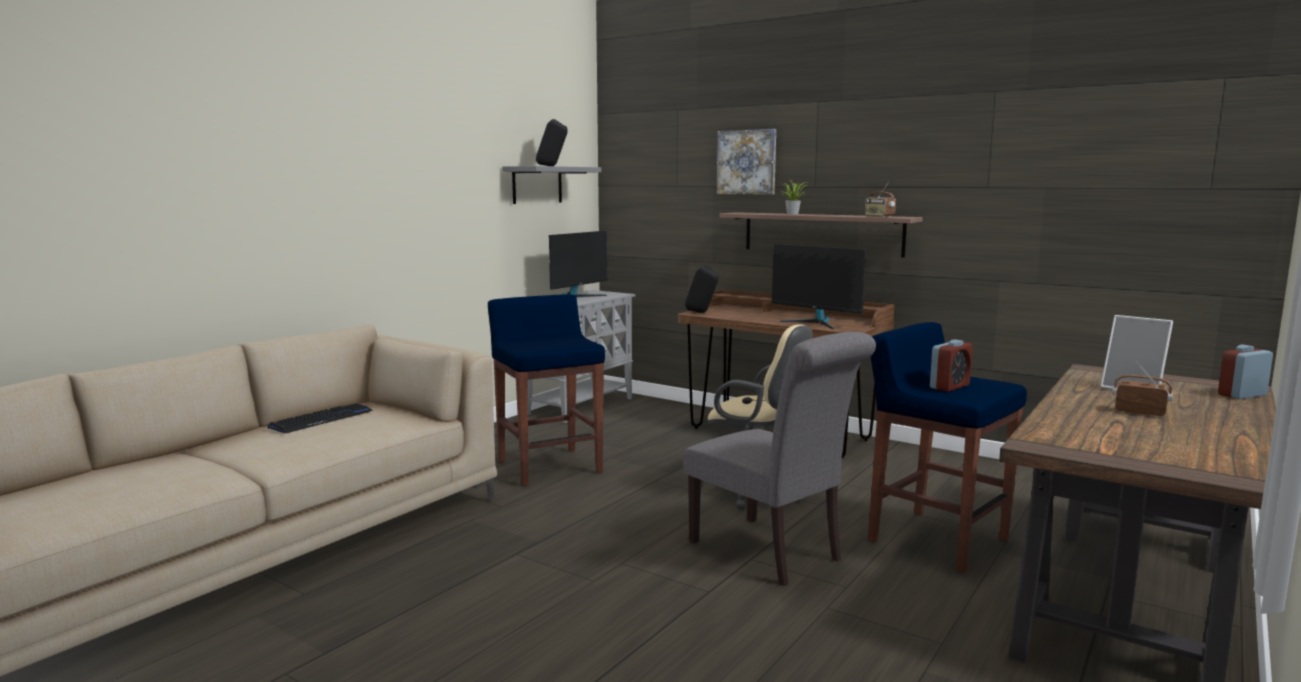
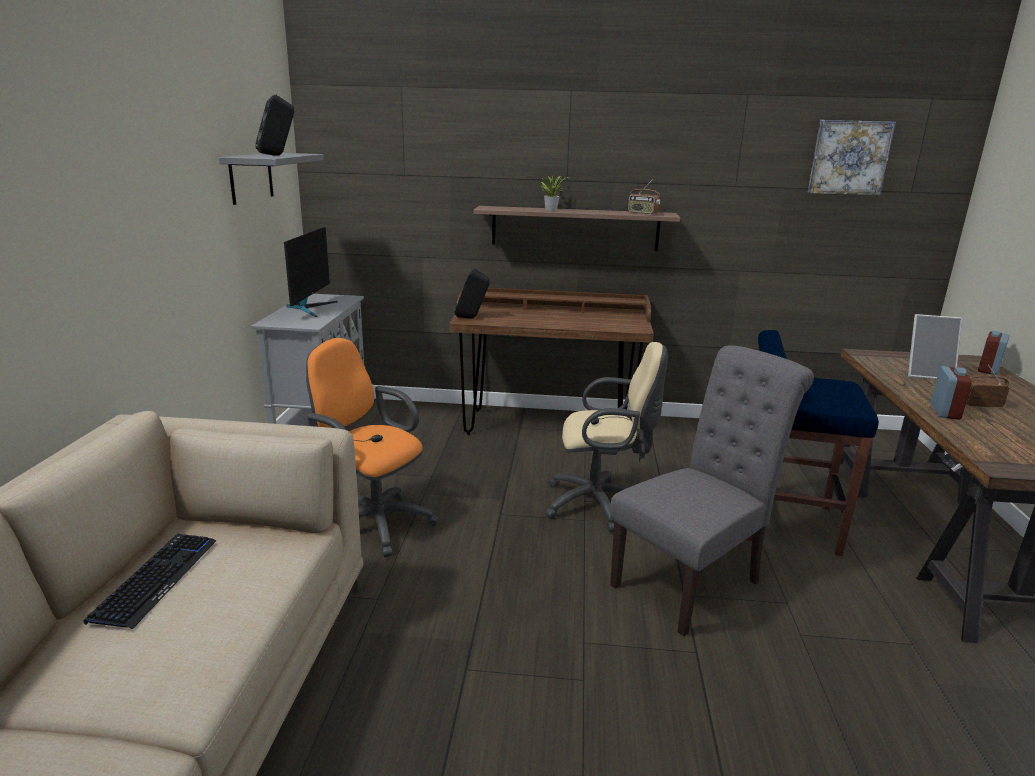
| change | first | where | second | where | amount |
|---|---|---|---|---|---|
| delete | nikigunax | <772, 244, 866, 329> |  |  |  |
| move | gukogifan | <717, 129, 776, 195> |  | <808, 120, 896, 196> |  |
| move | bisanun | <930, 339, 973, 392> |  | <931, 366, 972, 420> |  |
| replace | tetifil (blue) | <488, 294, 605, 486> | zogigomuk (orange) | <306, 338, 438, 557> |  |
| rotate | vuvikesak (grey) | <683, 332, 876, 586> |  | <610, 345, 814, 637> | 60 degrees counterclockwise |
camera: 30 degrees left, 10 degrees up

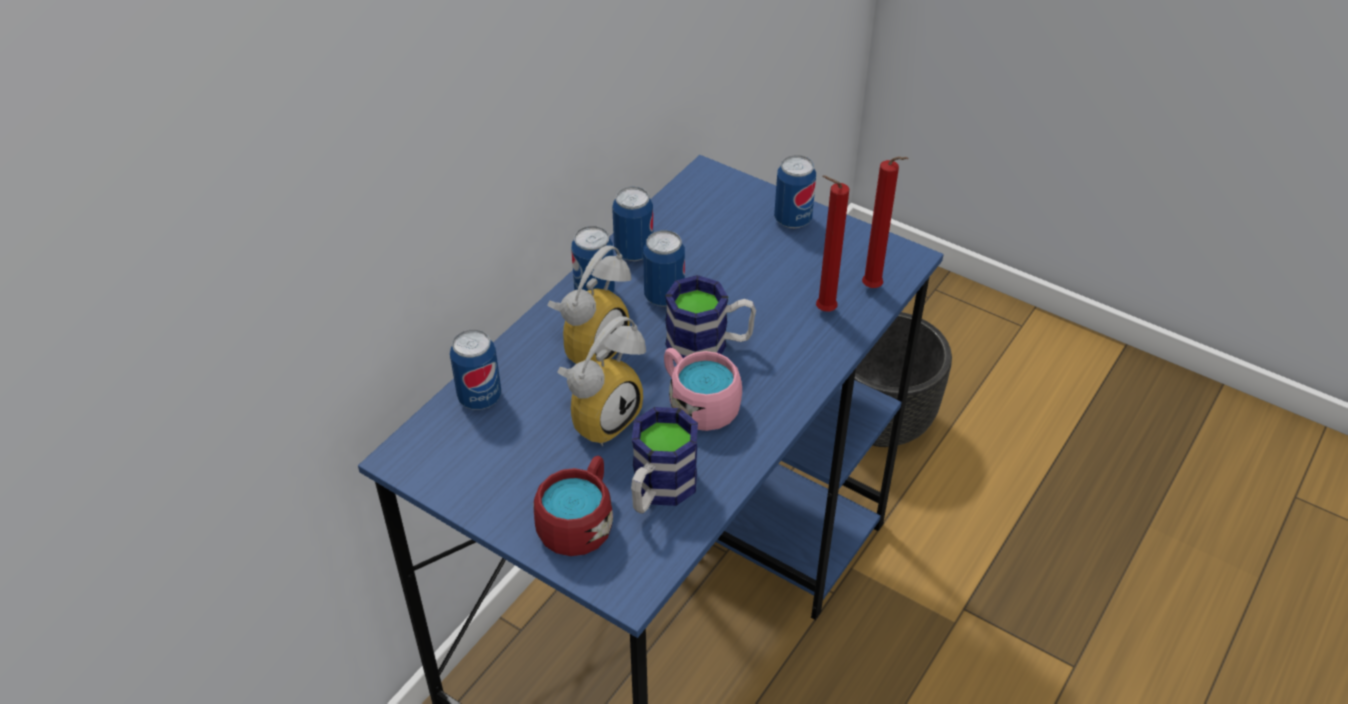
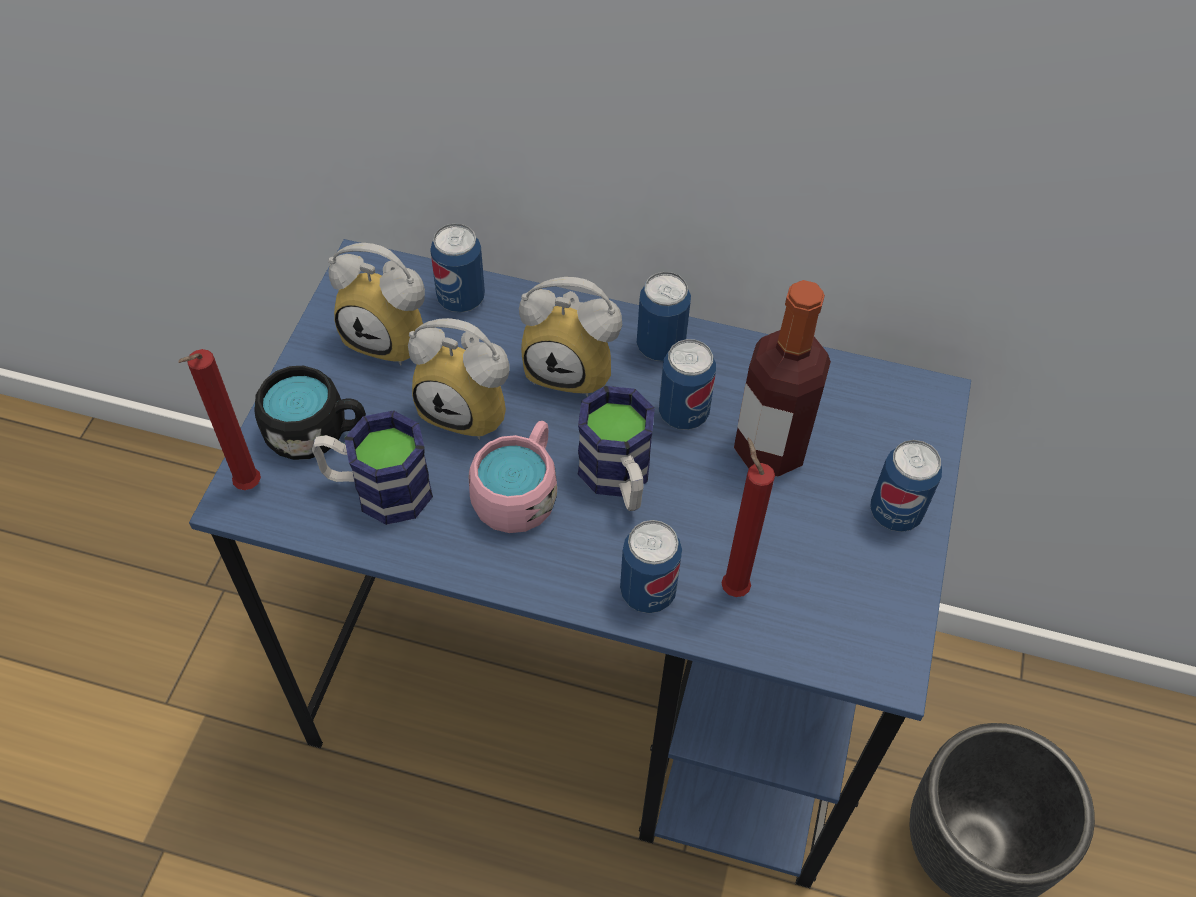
| change | first | where | second | where | amount |
|---|---|---|---|---|---|
| insert |  |  | bisanun | <328, 243, 425, 366> |  |
| insert |  |  | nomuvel | <734, 280, 831, 477> |  |
| move | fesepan | <612, 187, 653, 261> |  | <620, 520, 682, 613> |  |
| move | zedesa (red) | <862, 156, 909, 288> |  | <178, 349, 261, 490> |  |
| recolor | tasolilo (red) | <533, 456, 613, 556> | tasolilo (black) | <255, 366, 366, 460> |  |
camera: 70 degrees right, 10 degrees up

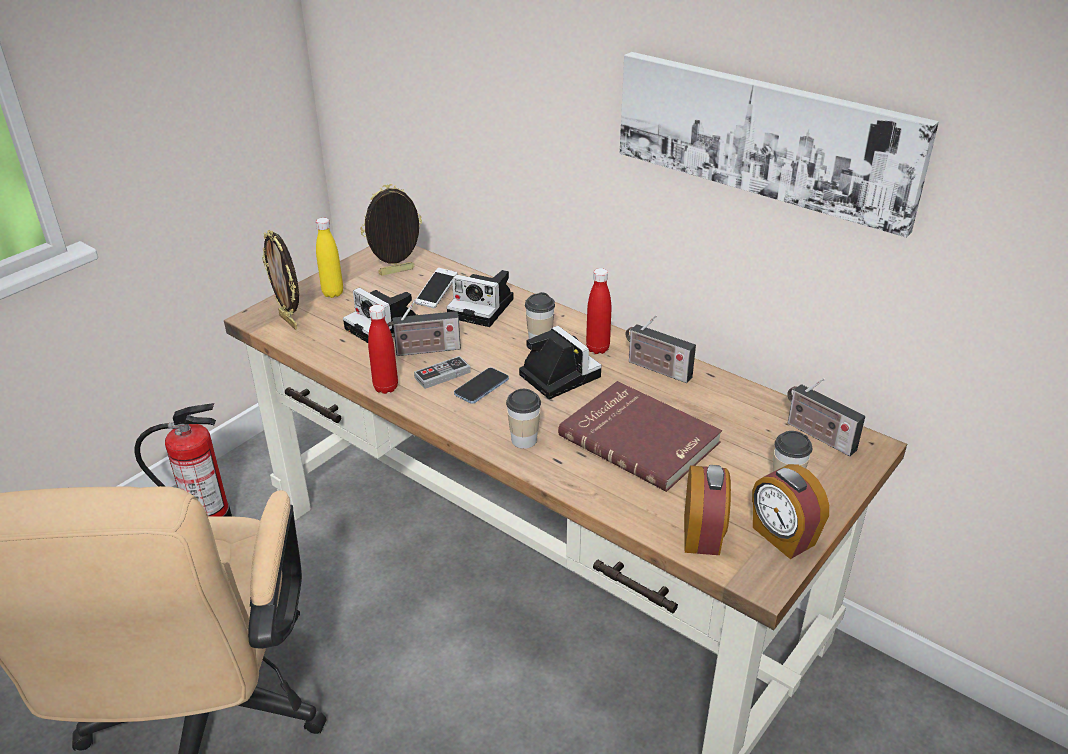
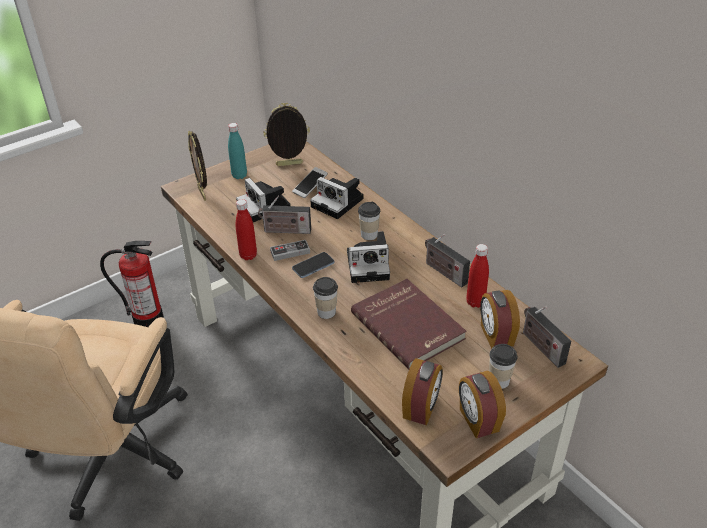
| change | first | where | second | where | amount |
|---|---|---|---|---|---|
| delete | gukogifan | <620, 52, 939, 238> |  |  |  |
| insert |  |  | bisanun | <480, 290, 520, 349> |  |
| move | nomuvel (red) | <586, 268, 611, 354> |  | <466, 244, 489, 308> |  |
| recolor | nomuvel (yellow) | <316, 218, 343, 298> | nomuvel (turquoise) | <228, 123, 247, 179> |  |
| rotate | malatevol | <519, 326, 602, 399> |  | <347, 231, 390, 283> | 105 degrees clockwise |
camera: 15 degrees right, 5 degrees up

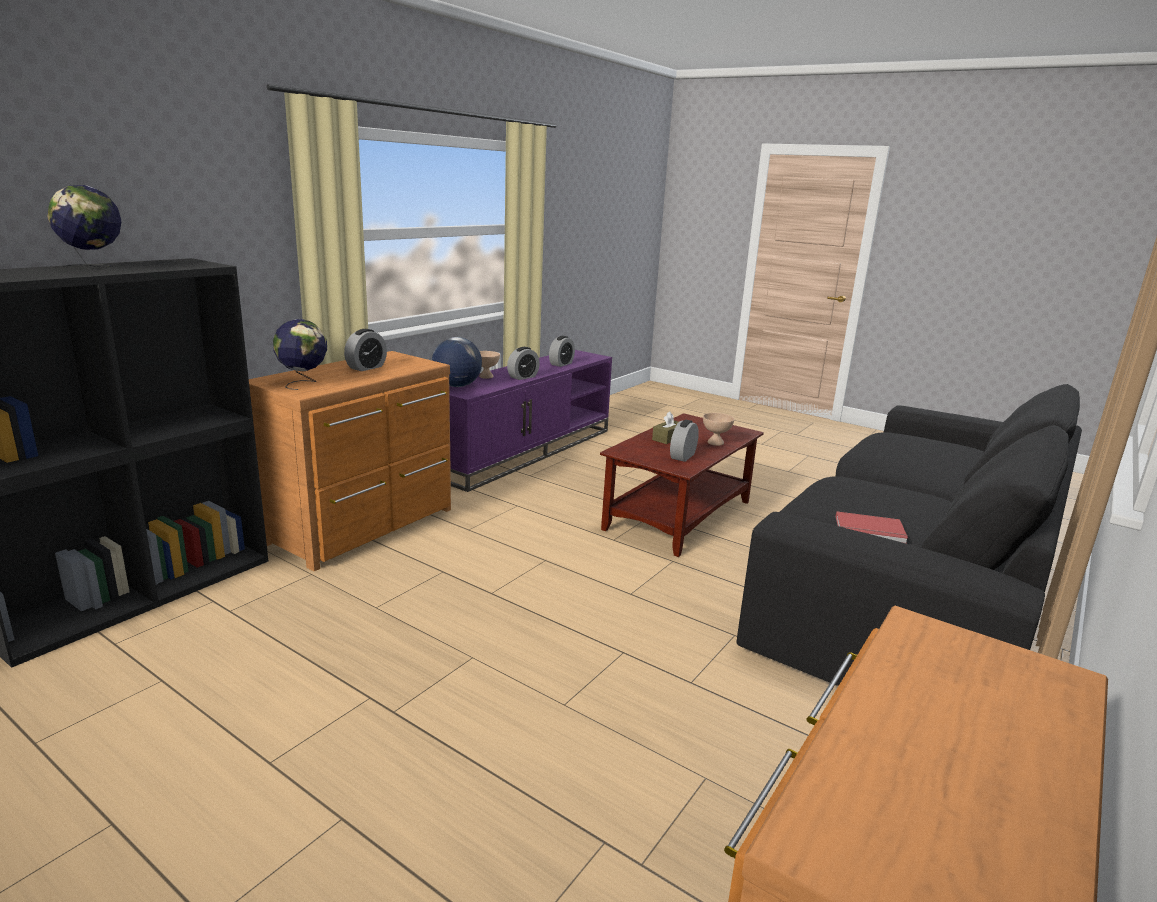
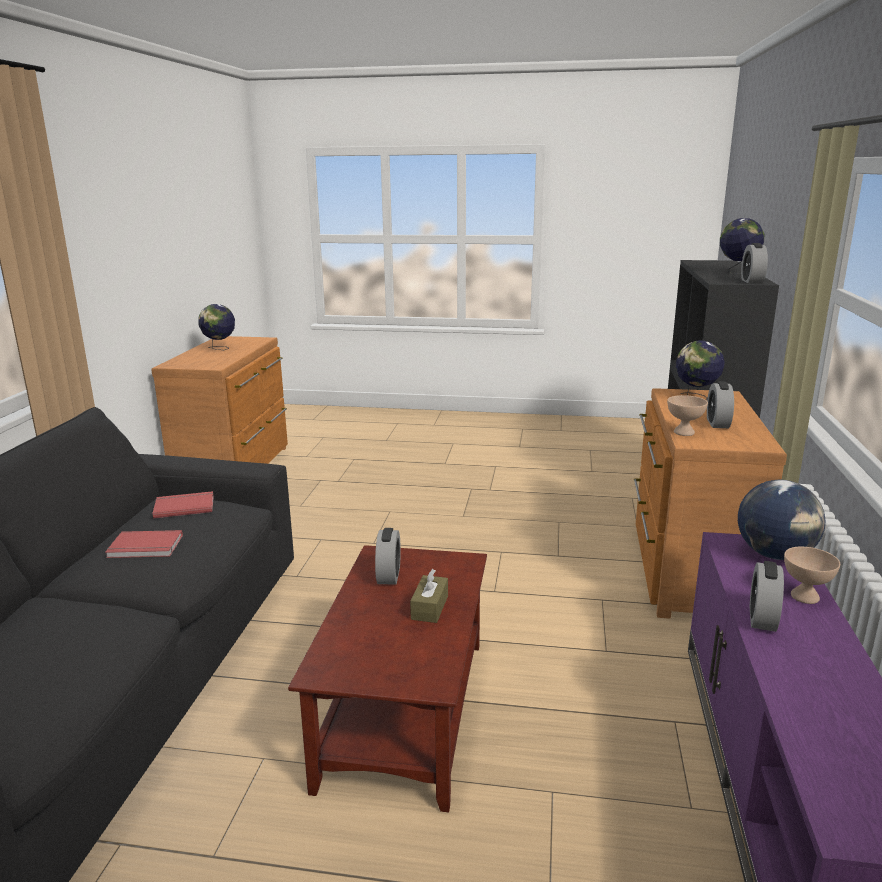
| change | first | where | second | where | amount |
|---|---|---|---|---|---|
| insert |  |  | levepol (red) | <105, 530, 183, 558> |  |
| insert |  |  | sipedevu | <198, 304, 235, 350> |  |
| move | bisanun | <549, 336, 575, 367> |  | <741, 243, 768, 284> |  |
| move | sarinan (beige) | <703, 413, 734, 446> |  | <667, 395, 708, 436> |  |
camera: 155 degrees right, 0 degrees up

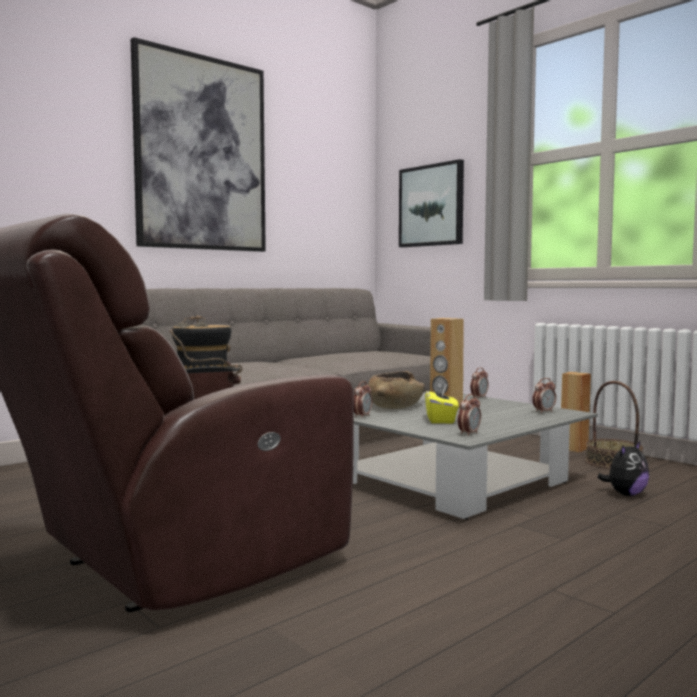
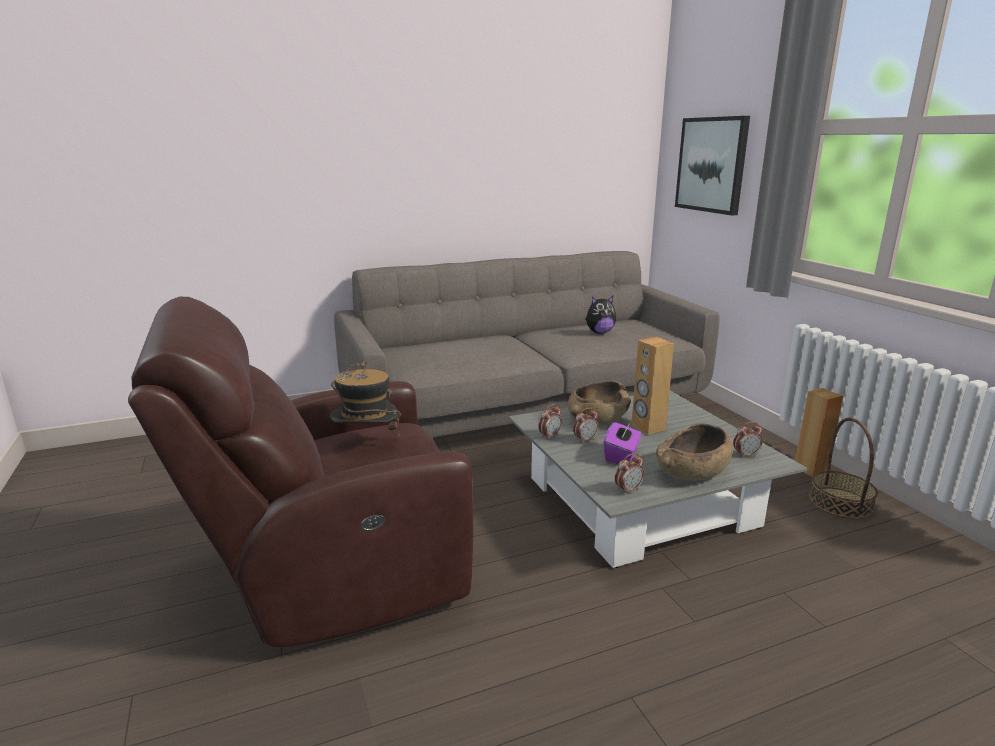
| change | first | where | second | where | amount |
|---|---|---|---|---|---|
| delete | gukogifan | <131, 37, 266, 252> |  |  |  |
| insert |  |  | sarinan (brown) | <656, 423, 733, 481> |  |
| move | bisanun | <470, 367, 488, 399> |  | <573, 408, 599, 443> |  |
| move | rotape | <597, 441, 649, 496> |  | <585, 296, 616, 334> |  |
| recolor | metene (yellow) | <425, 384, 459, 423> | metene (purple) | <603, 420, 641, 464> |  |
camera: 20 degrees right, 15 degrees up

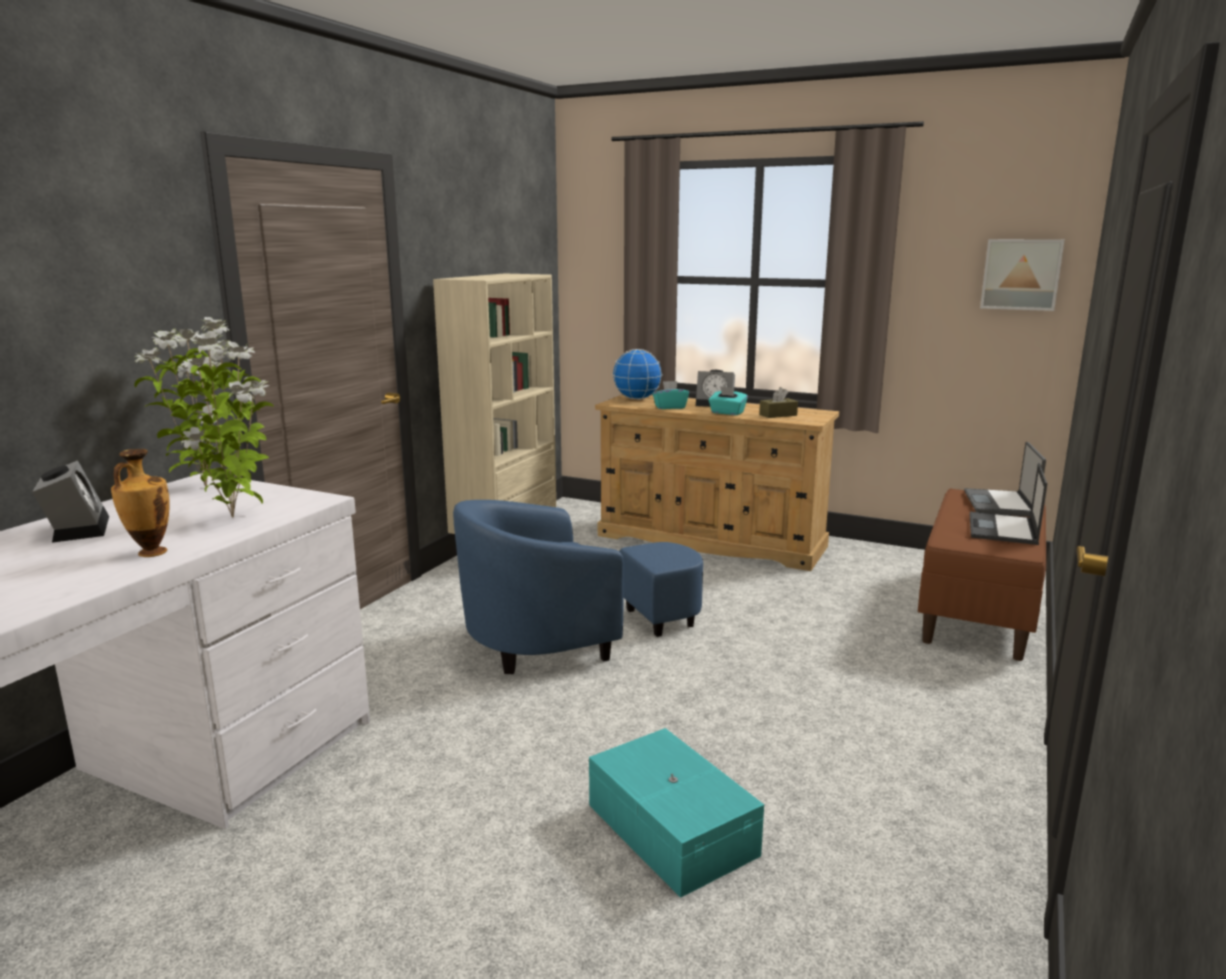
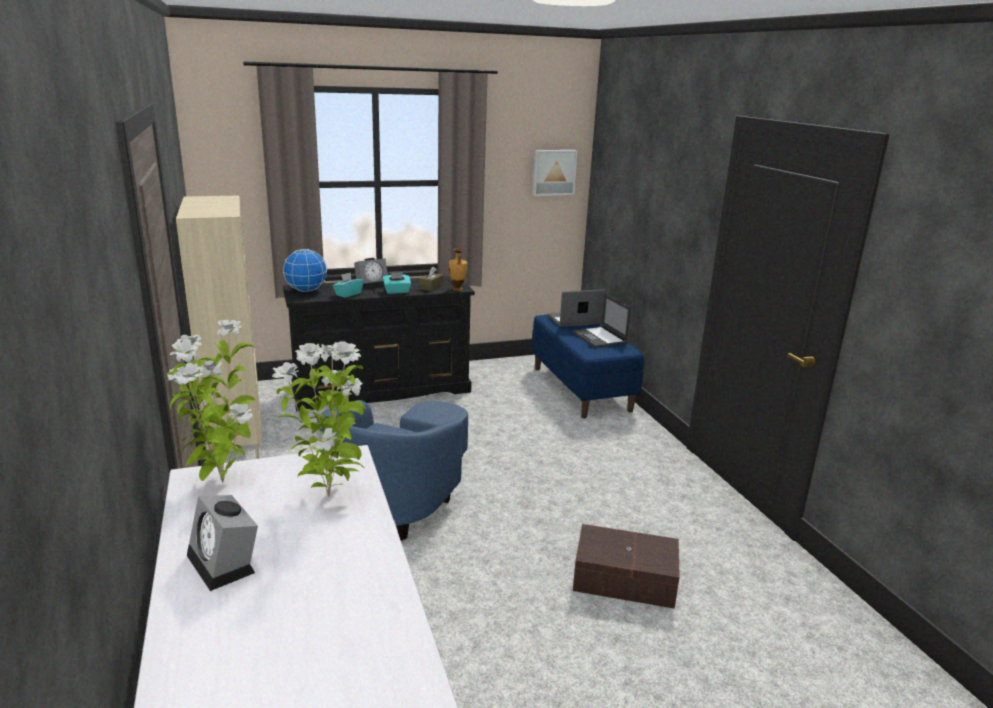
| change | first | where | second | where | amount |
|---|---|---|---|---|---|
| move | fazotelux | <111, 449, 170, 557> |  | <449, 248, 468, 291> |  |
| recolor | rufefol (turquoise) | <589, 728, 764, 898> | rufefol (brown) | <573, 524, 680, 609> |  |
| recolor | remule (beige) | <595, 394, 840, 571> | remule (black) | <283, 276, 475, 411> |  |
| recolor | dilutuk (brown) | <918, 488, 1046, 661> | dilutuk (blue) | <531, 315, 644, 418> |  |
| rotate | bisanun | <32, 460, 109, 543> |  | <187, 495, 258, 591> | 150 degrees counterclockwise |
| rotate | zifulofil | <964, 442, 1046, 517> |  | <548, 289, 605, 327> | 105 degrees clockwise |
camera: 45 degrees left, 5 degrees up

